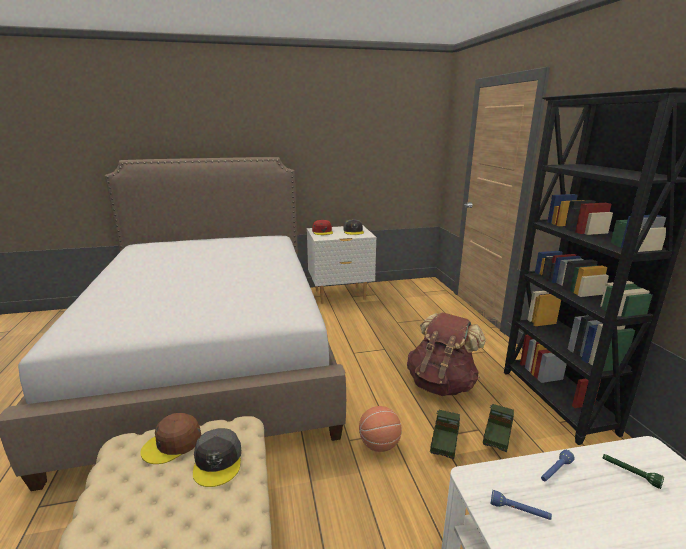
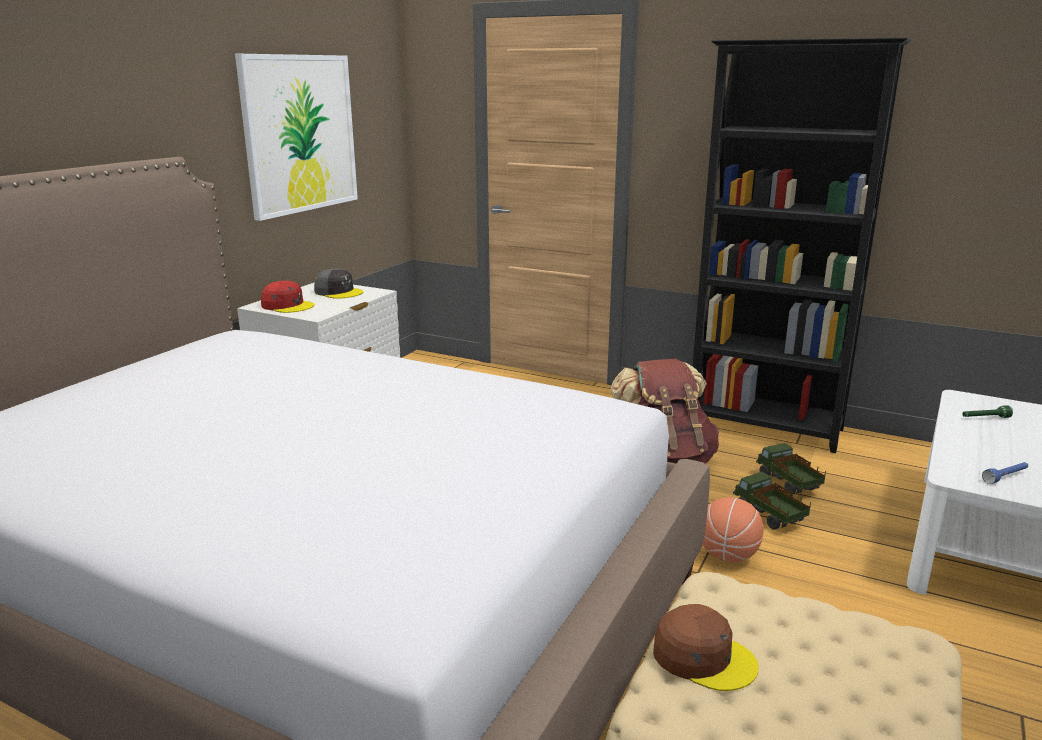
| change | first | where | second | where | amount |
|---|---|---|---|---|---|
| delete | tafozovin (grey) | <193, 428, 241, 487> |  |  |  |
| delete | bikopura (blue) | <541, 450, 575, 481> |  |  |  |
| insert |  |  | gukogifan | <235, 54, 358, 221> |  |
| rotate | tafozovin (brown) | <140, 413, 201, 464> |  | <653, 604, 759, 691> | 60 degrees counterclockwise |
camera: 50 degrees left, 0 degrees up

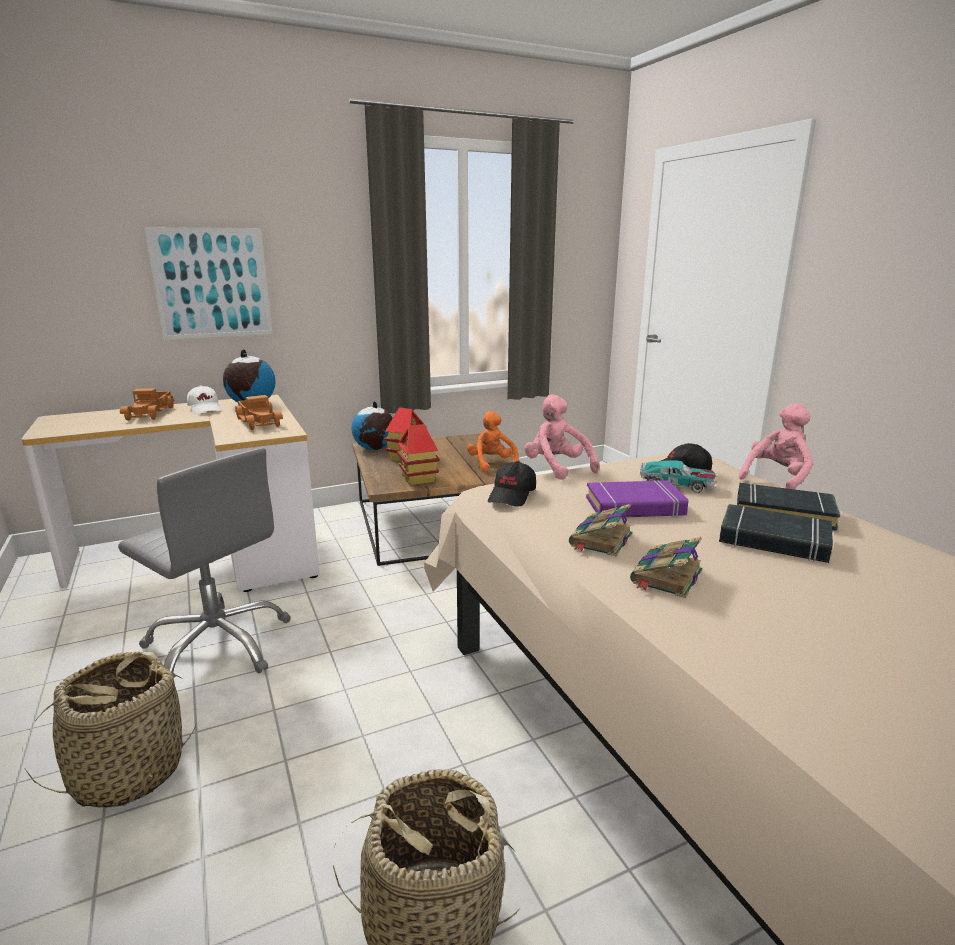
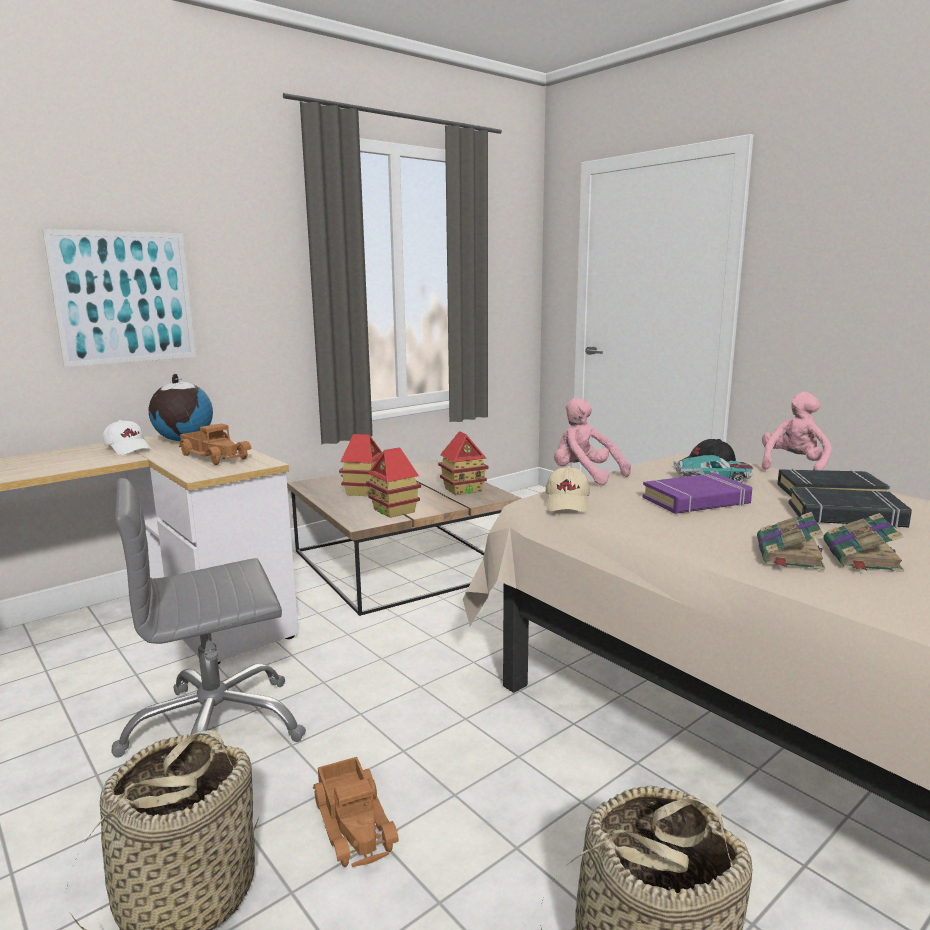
| change | first | where | second | where | amount |
|---|---|---|---|---|---|
| delete | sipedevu | <352, 401, 393, 450> |  |  |  |
| move | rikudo | <120, 388, 175, 421> |  | <313, 757, 399, 867> |  |
| move | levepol | <569, 504, 633, 557> |  | <824, 513, 904, 572> |  |
| replace | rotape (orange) | <467, 411, 519, 472> | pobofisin | <438, 431, 488, 495> |  |
| recolor | tafozovin (black) | <488, 461, 536, 507> | tafozovin (beige) | <545, 466, 590, 512> |  |
| rotate | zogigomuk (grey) | <118, 448, 291, 673> |  | <112, 478, 306, 758> | 135 degrees clockwise |
camera: 15 degrees left, 5 degrees down

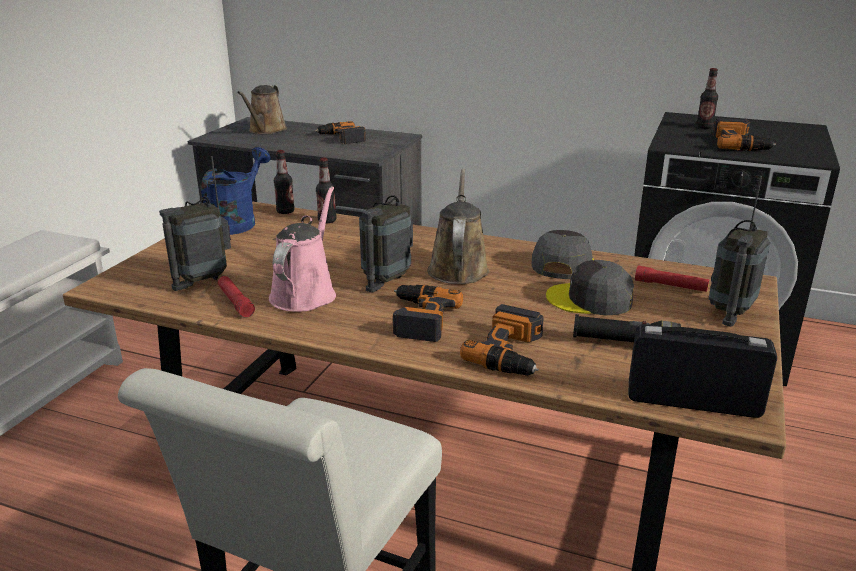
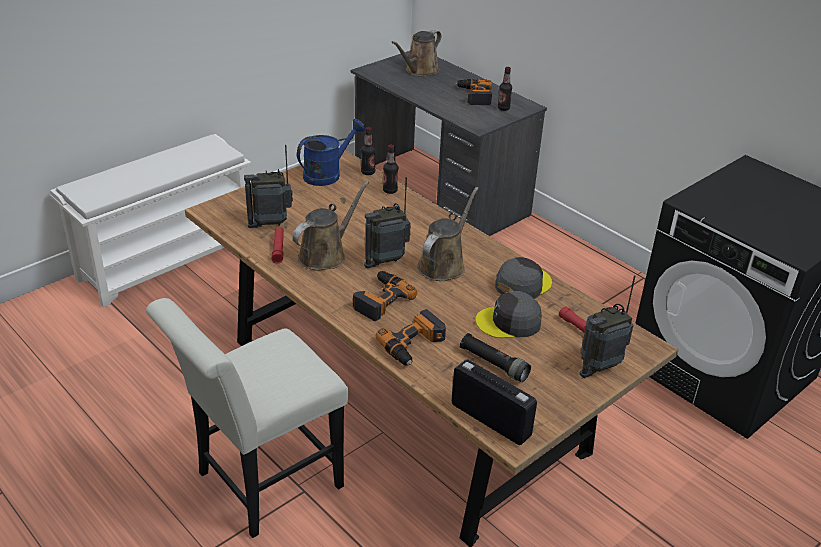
| change | first | where | second | where | amount |
|---|---|---|---|---|---|
| delete | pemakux | <713, 118, 776, 151> |  |  |  |
| move | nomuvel | <696, 68, 718, 129> |  | <498, 67, 512, 111> |  |
| recolor | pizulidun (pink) | <269, 186, 336, 312> | pizulidun (brown) | <293, 181, 369, 271> |  |
| rotate | tafozovin (grey) | <546, 260, 634, 315> |  | <476, 291, 542, 338> | 45 degrees counterclockwise |
camera: 25 degrees right, 10 degrees up

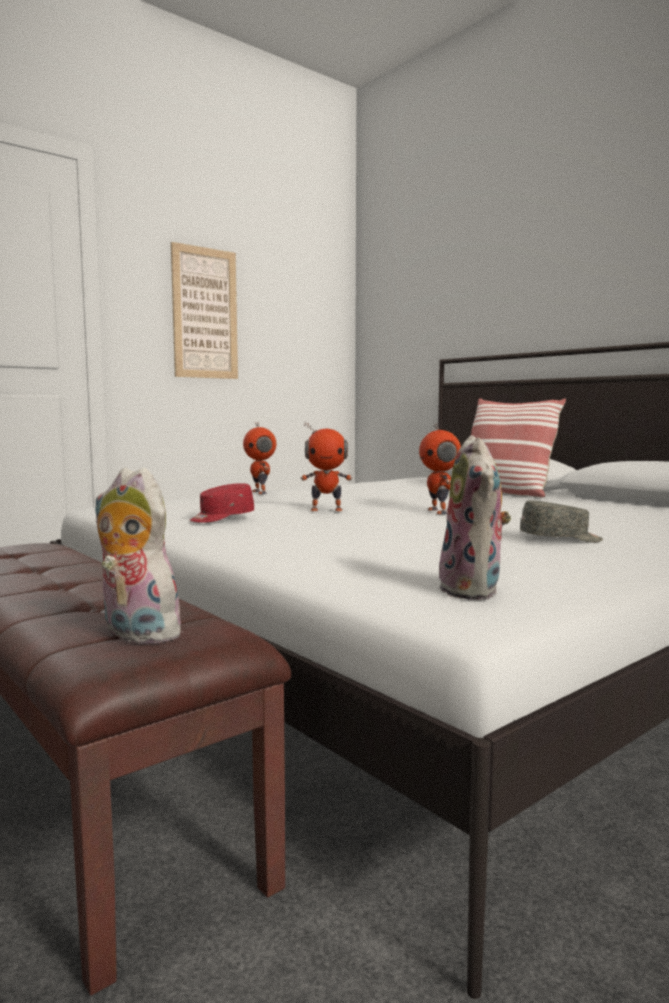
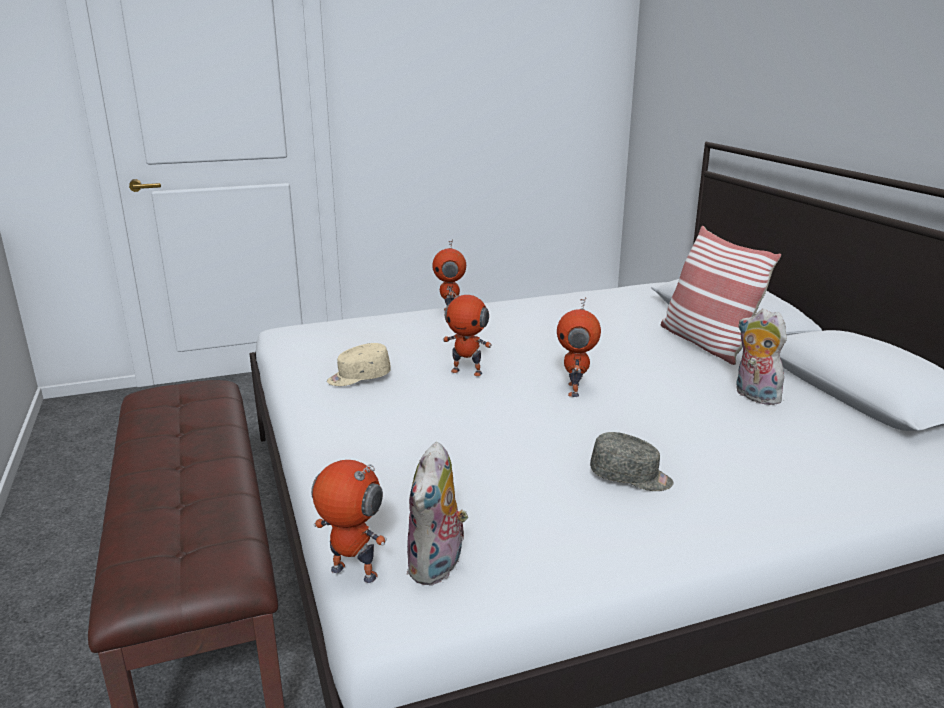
| change | first | where | second | where | amount |
|---|---|---|---|---|---|
| delete | gukogifan | <171, 242, 238, 379> |  |  |  |
| insert |  |  | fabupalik | <311, 460, 387, 583> |  |
| move | rotape | <95, 468, 183, 644> |  | <736, 309, 787, 405> |  |
| recolor | tafozovin (red) | <190, 483, 254, 523> | tafozovin (beige) | <327, 343, 391, 386> |  |
camera: 20 degrees right, 15 degrees up

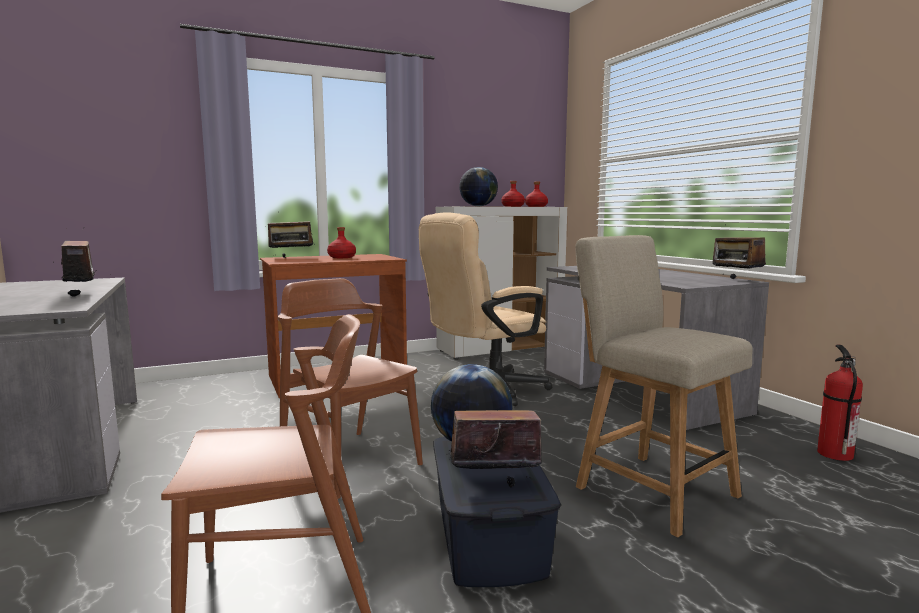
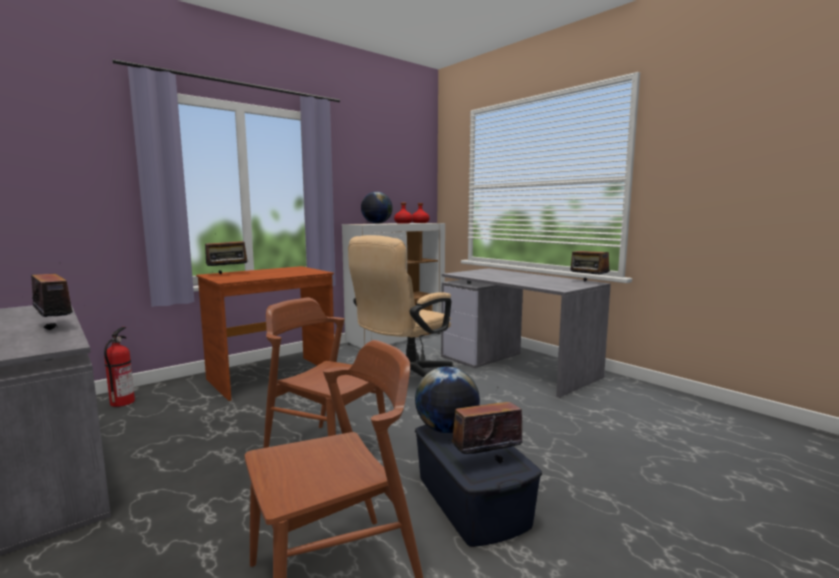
| change | first | where | second | where | amount |
|---|---|---|---|---|---|
| delete | nomuvel (red) | <327, 227, 356, 258> |  |  |  |
| delete | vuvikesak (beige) | <575, 235, 753, 537> |  |  |  |
| move | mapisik | <817, 345, 863, 461> |  | <104, 327, 135, 407> |  |
camera: 15 degrees left, 0 degrees up

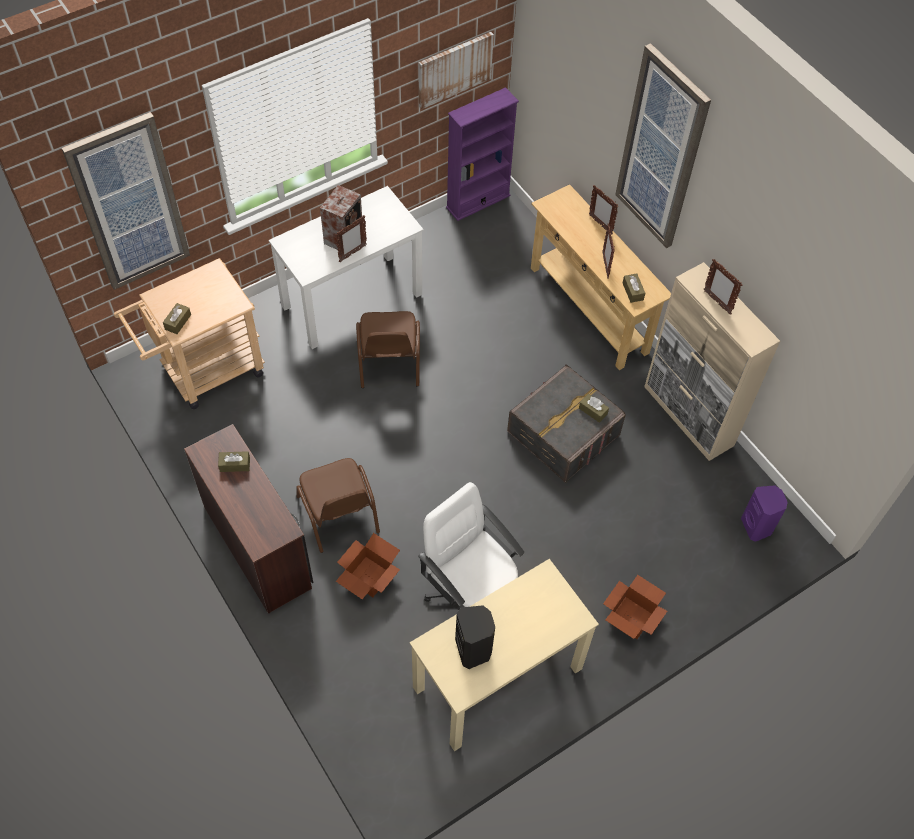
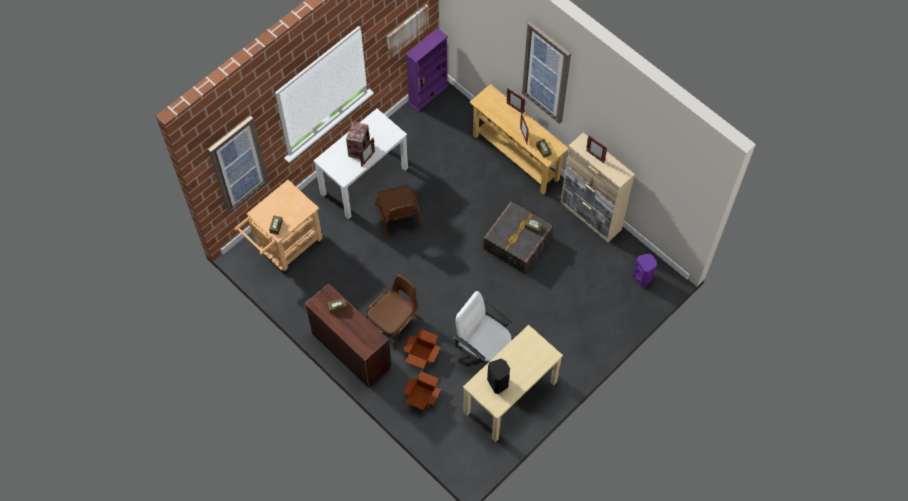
| change | first | where | second | where | amount |
|---|---|---|---|---|---|
| move | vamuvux | <603, 575, 667, 639> |  | <403, 371, 441, 410> |  |
| rotate | vuvikesak (brown) | <296, 458, 380, 553> |  | <366, 274, 421, 349> | 105 degrees counterclockwise |
camera: 10 degrees left, 5 degrees up

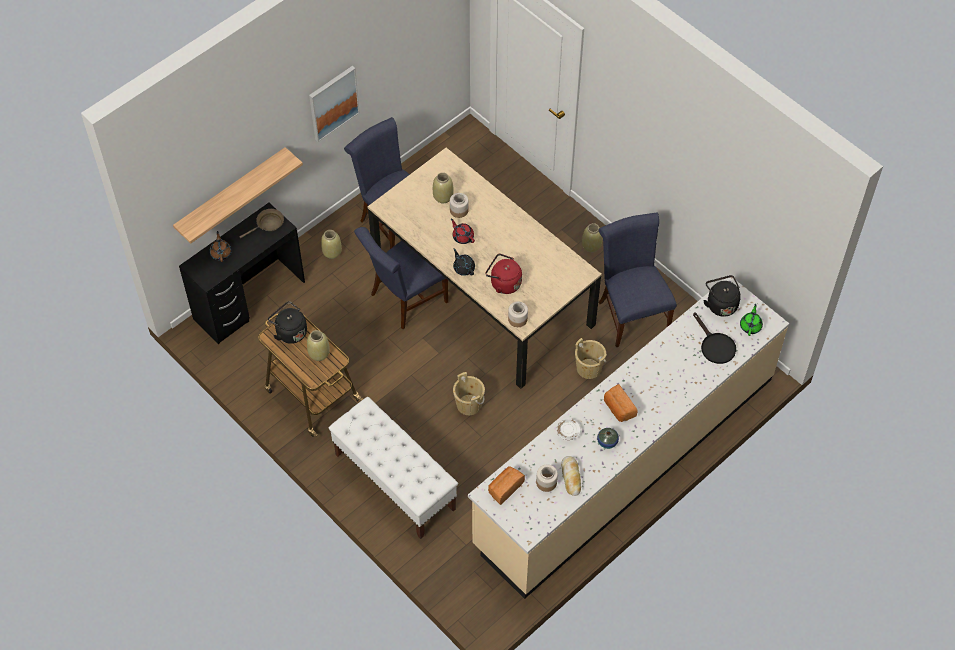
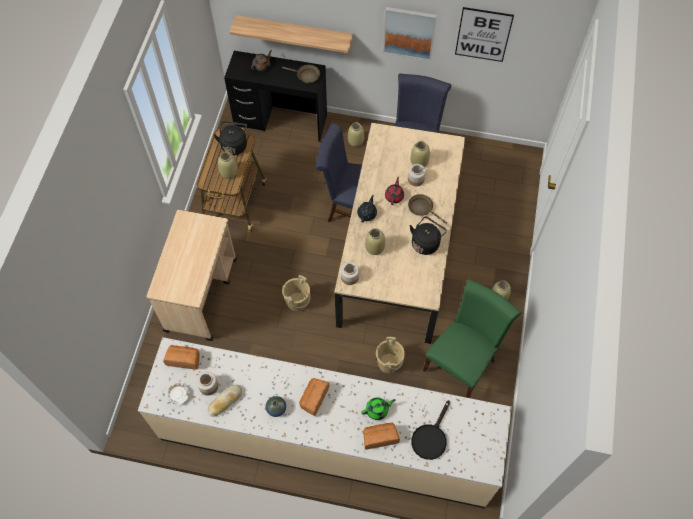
| change | first | where | second | where | amount |
|---|---|---|---|---|---|
| insert |  |  | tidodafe | <363, 423, 400, 450> |  |
| insert |  |  | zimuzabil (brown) | <408, 194, 447, 224> |  |
| insert |  |  | gukogifan | <455, 7, 514, 62> |  |
| move | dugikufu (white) | <556, 419, 581, 440> |  | <166, 383, 189, 405> |  |
| move | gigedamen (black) | <703, 275, 741, 317> |  | <410, 216, 447, 255> |  |
| move | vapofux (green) | <740, 304, 763, 336> |  | <361, 398, 396, 420> |  |
| replace | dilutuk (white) | <329, 397, 458, 539> | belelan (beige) | <146, 210, 237, 341> |  |
| replace | gigedamen (red) | <485, 253, 522, 294> | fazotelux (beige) | <365, 228, 385, 255> |  |
| recolor | vuvikesak (blue) | <598, 212, 677, 347> | vuvikesak (green) | <423, 279, 521, 398> |  |
camera: 55 degrees right, 5 degrees up

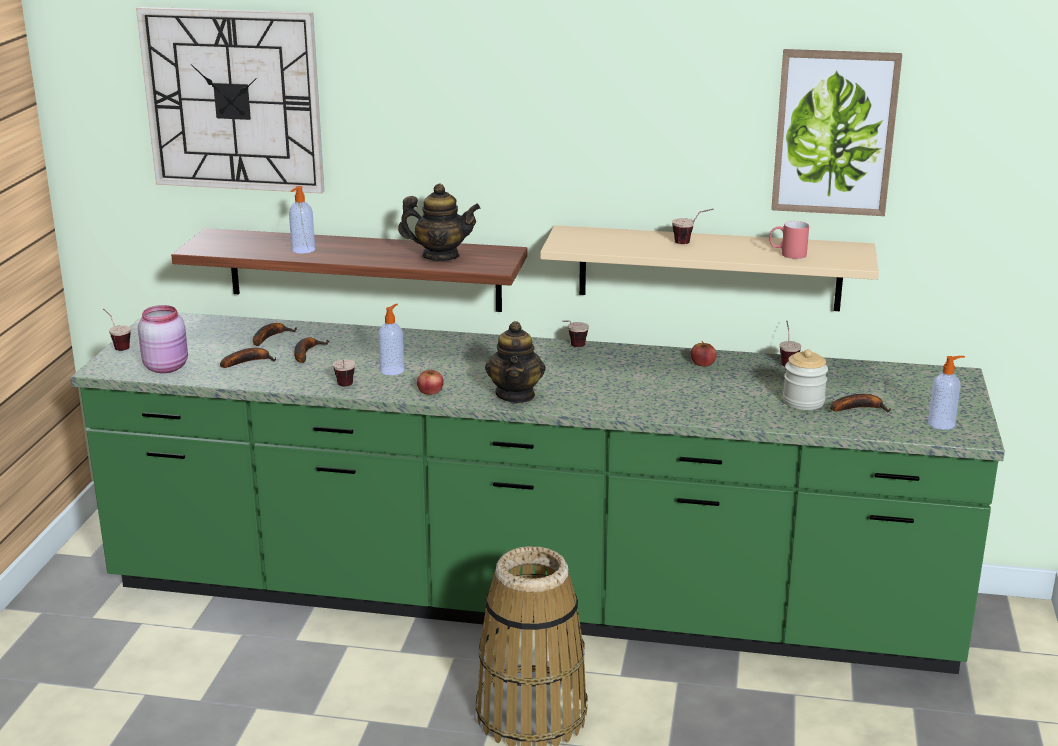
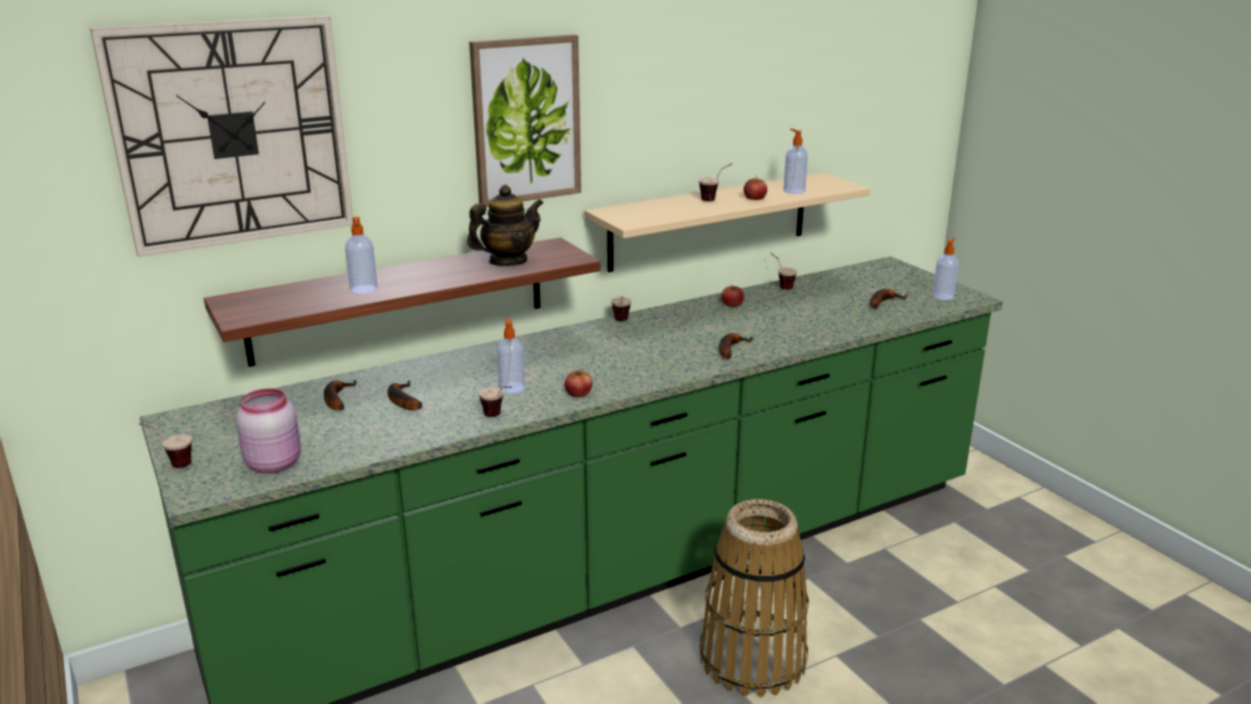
| change | first | where | second | where | amount |
|---|---|---|---|---|---|
| delete | vapofux | <485, 321, 545, 403> |  |  |  |
| delete | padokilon | <783, 349, 828, 410> |  |  |  |
| insert |  |  | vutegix | <744, 177, 767, 200> |  |
| move | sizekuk | <220, 348, 276, 368> |  | <719, 333, 753, 359> |  |
| move | gukogifan | <771, 49, 902, 216> |  | <469, 34, 581, 207> |  |
| replace | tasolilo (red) | <769, 221, 809, 259> | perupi | <783, 129, 808, 194> |  |
camera: 40 degrees left, 0 degrees up

